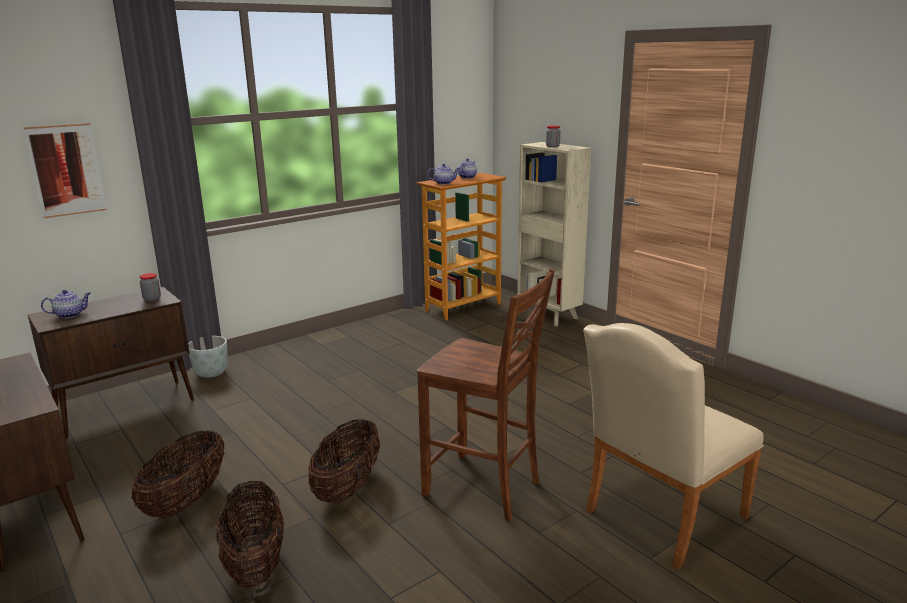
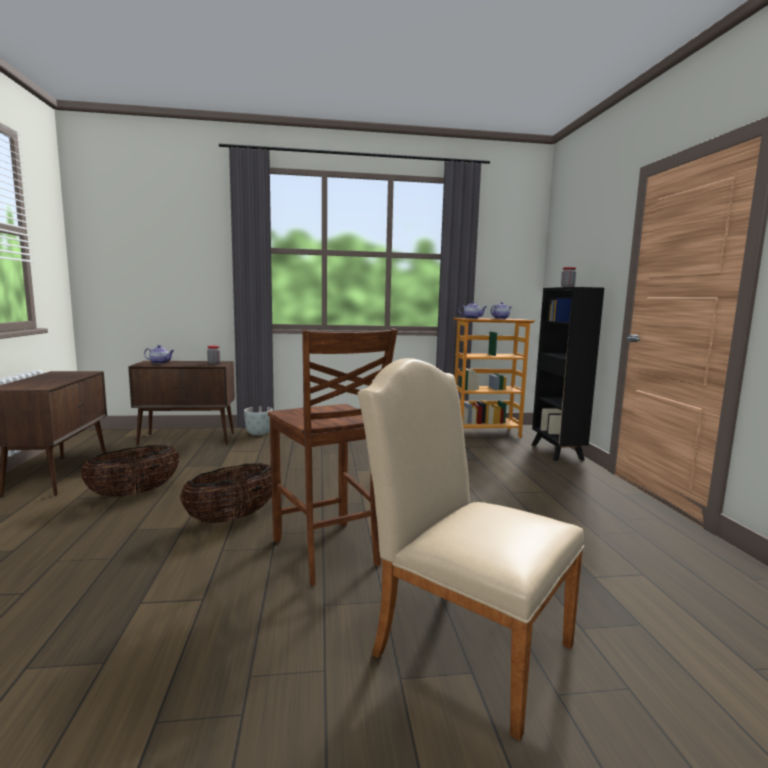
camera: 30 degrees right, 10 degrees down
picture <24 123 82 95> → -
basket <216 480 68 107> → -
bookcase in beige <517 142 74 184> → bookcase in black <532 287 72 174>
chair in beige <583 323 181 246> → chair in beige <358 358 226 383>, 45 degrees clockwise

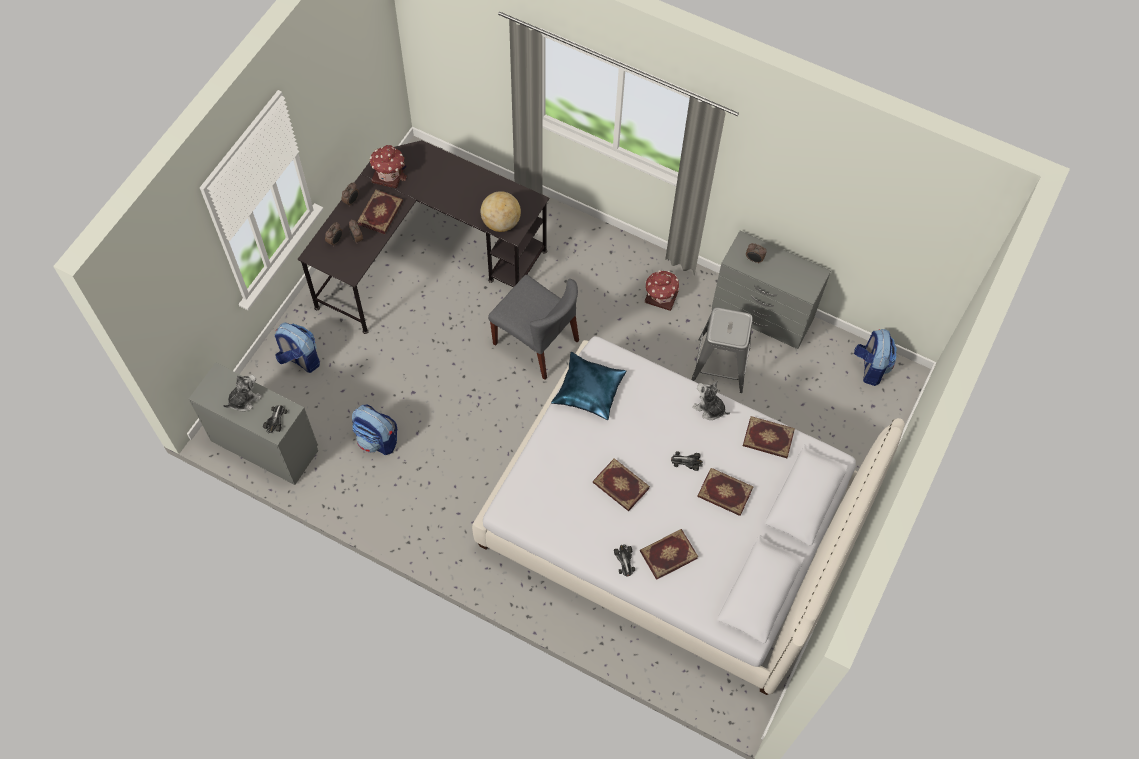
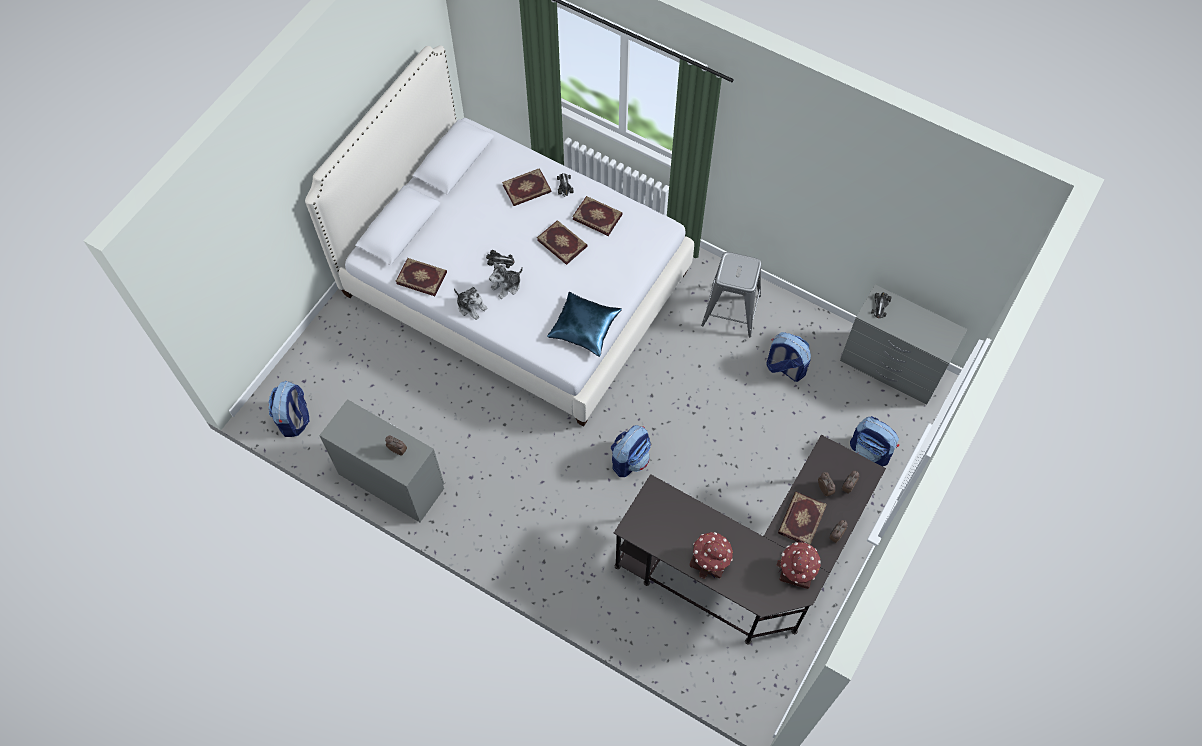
camera: 175 degrees left, 0 degrees up
plush toy <223 375 39 37> → plush toy <489 262 34 37>, shifted
globe <481 191 40 41> → -
chair in grey <488 275 91 105> → backpack <611 425 40 52>
toy house <645 270 34 41> → toy house <689 532 44 47>, shifted
stool in grey <691 307 62 86> → stool in grey <701 252 60 85>, shifted
book <697 468 56 48> → book <572 196 51 40>, shifted

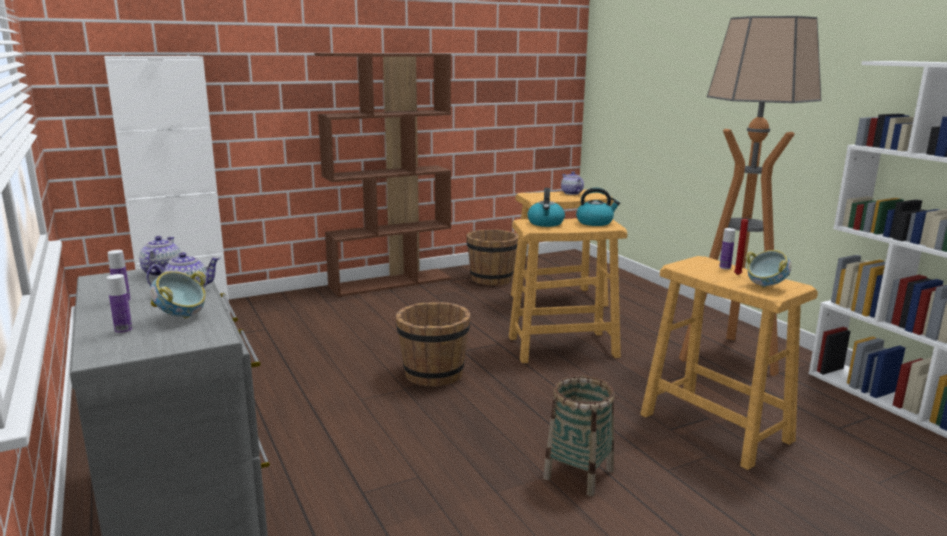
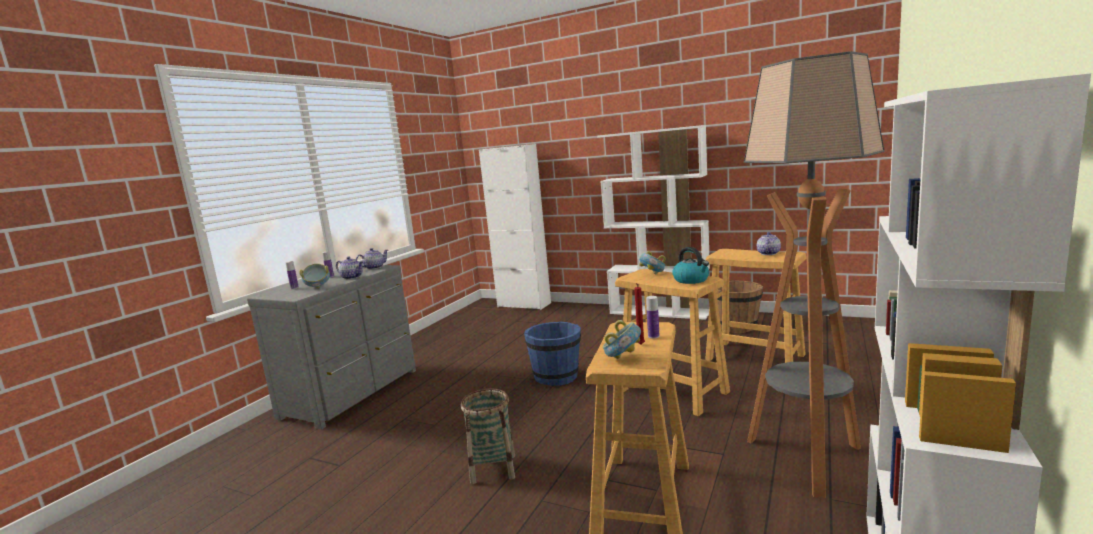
camera: 55 degrees right, 5 degrees down
bookcase in brown <314 53 137 244> → bookcase in white <597 125 113 195>
bucket in brown <396 302 75 84> → bucket in blue <524 321 57 65>
kettle <528 188 37 39> → bowl <639 251 27 23>

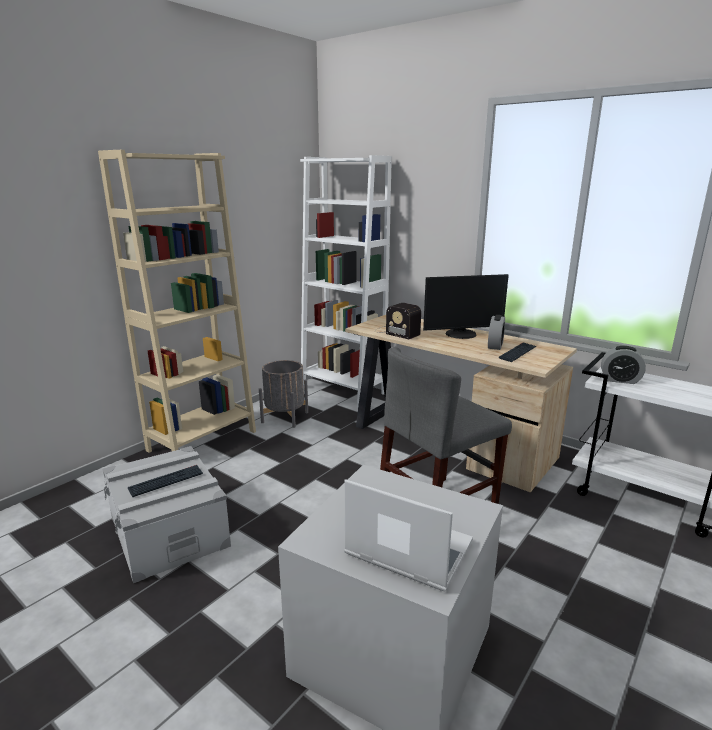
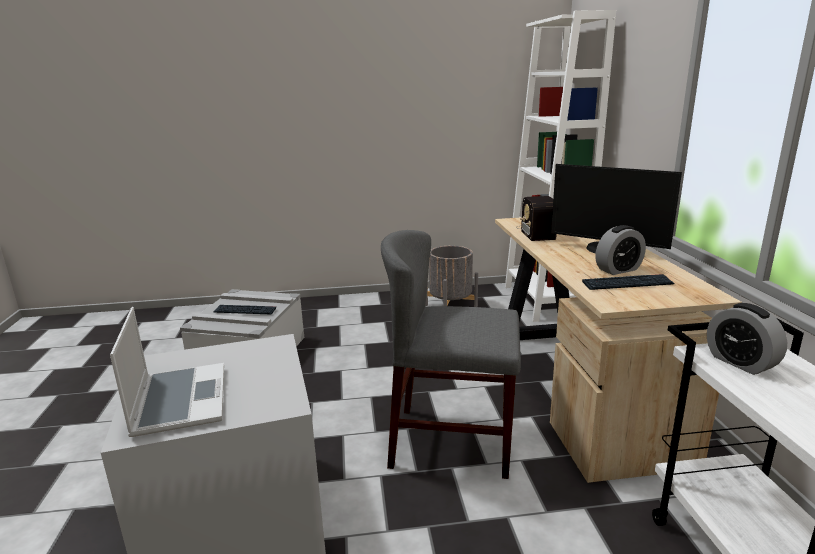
camera: 45 degrees right, 0 degrees up
bookcase in beige <98 150 158 303> → -

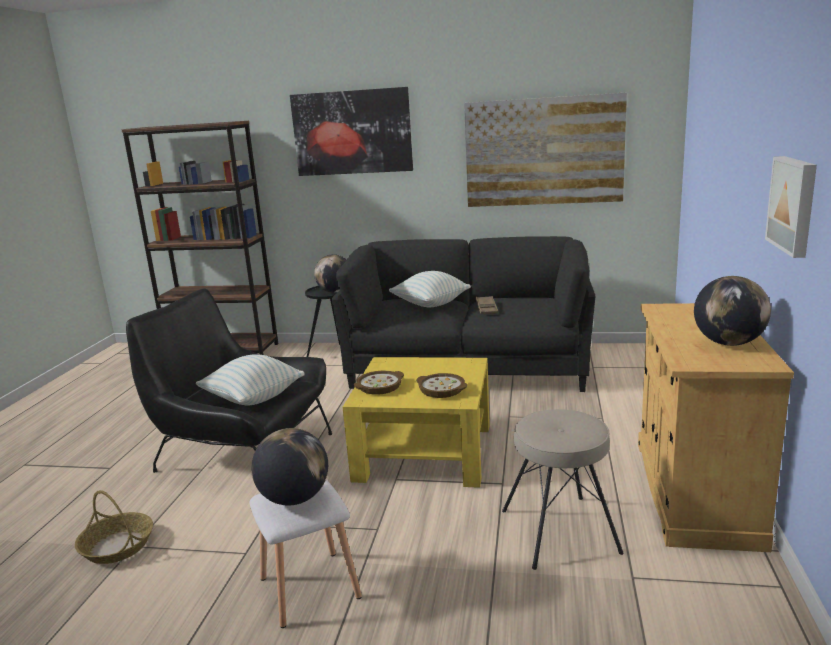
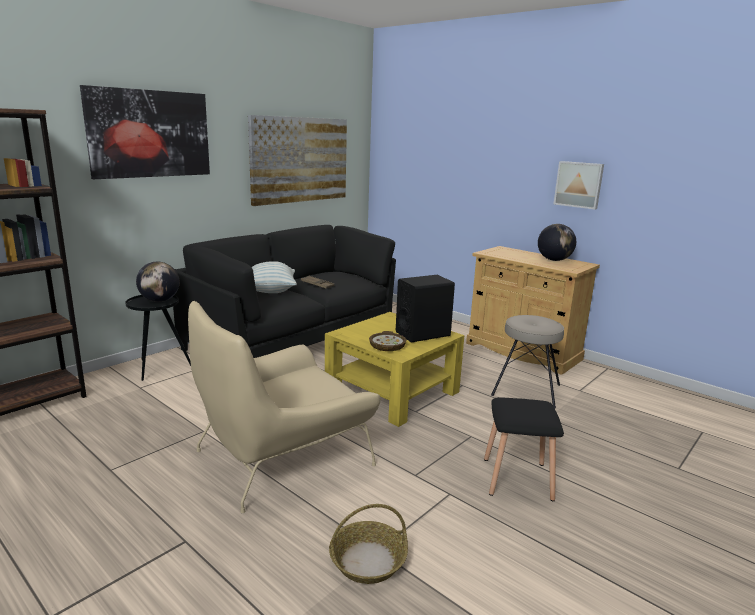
camera: 60 degrees left, 0 degrees up
armchair in black <126 288 206 185> → armchair in beige <188 301 193 212>
pillow <196 354 109 51> → -
stool in white <249 480 113 148> → stool in black <484 397 80 104>
globe <251 428 77 77> → -
bowl <416 373 52 25> → speaker in black <396 275 59 67>

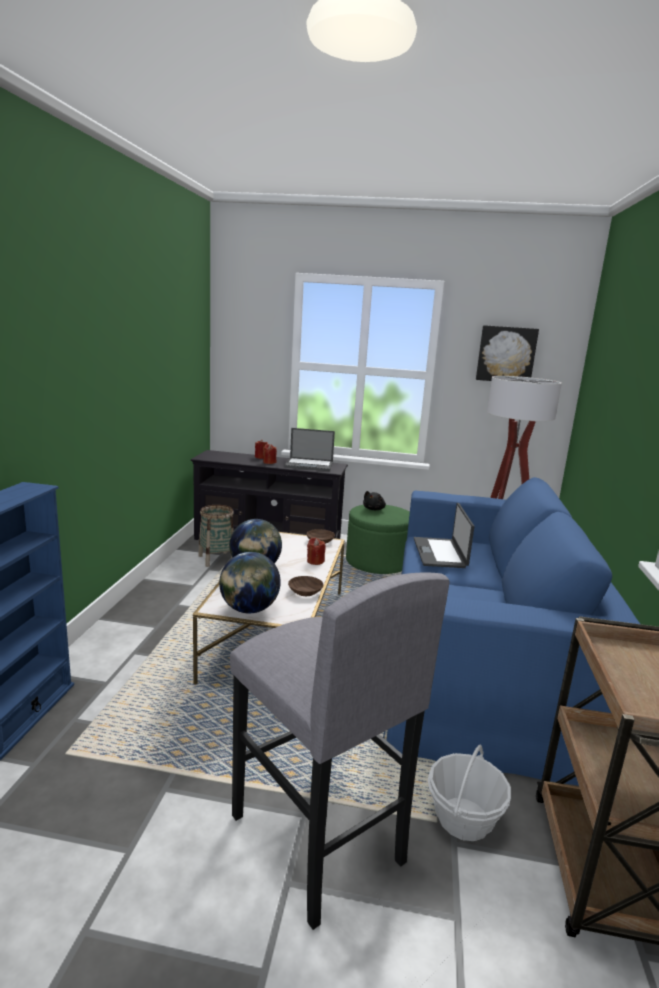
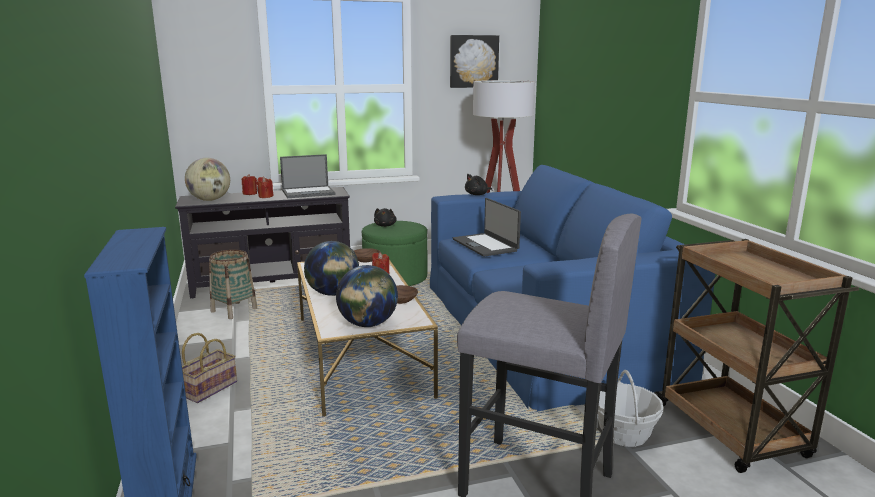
camera: 25 degrees left, 0 degrees up
- → basket <182 333 55 70>
- → globe <185 158 45 43>
- → plush toy in black <465 174 28 21>

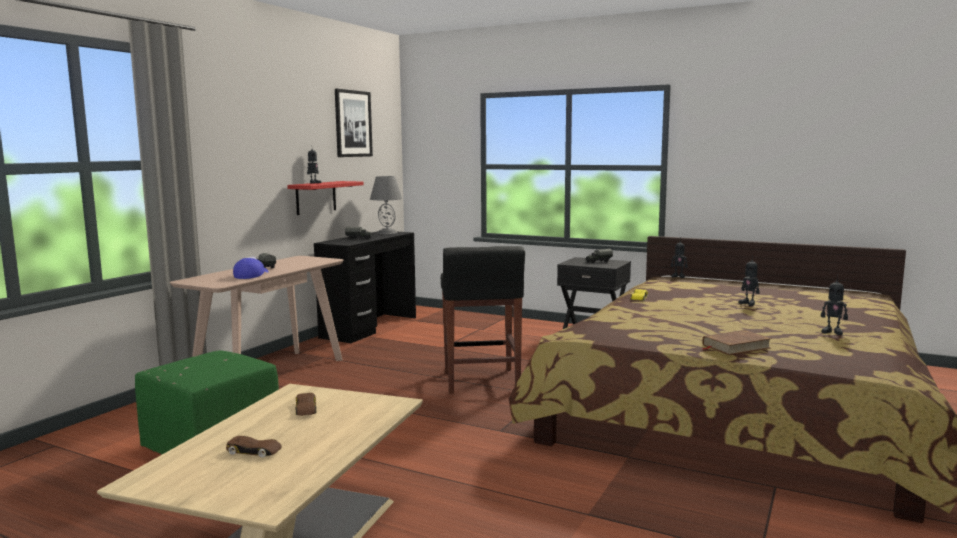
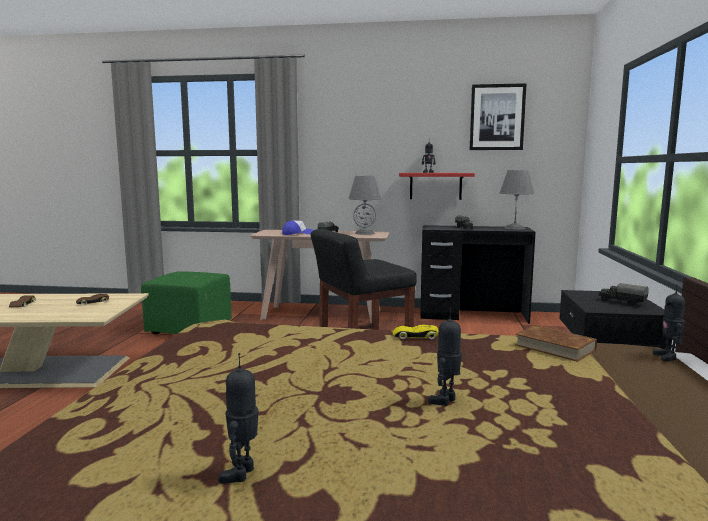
camera: 70 degrees right, 0 degrees up
book in brown <702 330 70 25> → book in brown <515 325 82 37>, shifted
- → table lamp in grey <348 176 33 59>

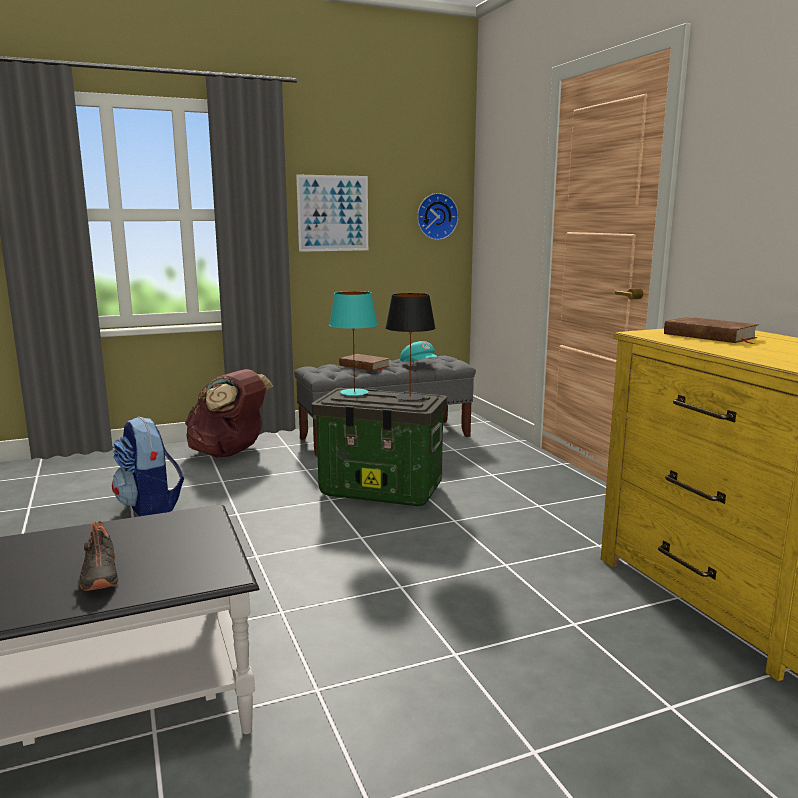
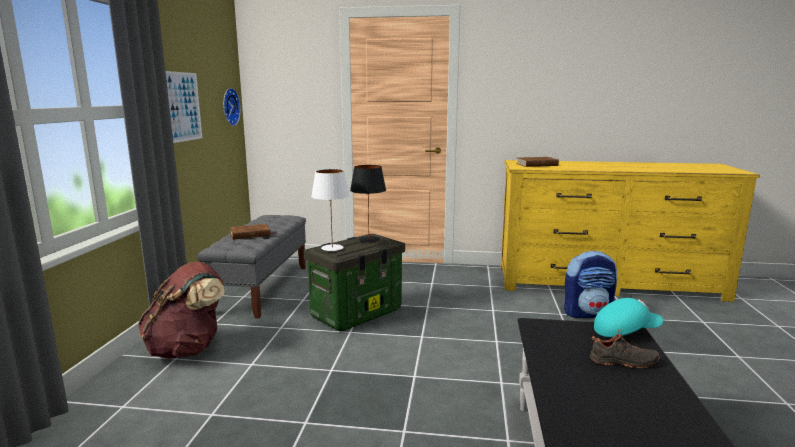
camera: 60 degrees left, 0 degrees up
backpack <112 417 72 99> → backpack <564 251 53 67>, shifted
table lamp in turquoise <329 291 49 105> → table lamp in white <311 169 39 82>
cap in turquoise <400 341 38 21> → cap in turquoise <594 298 69 39>, shifted

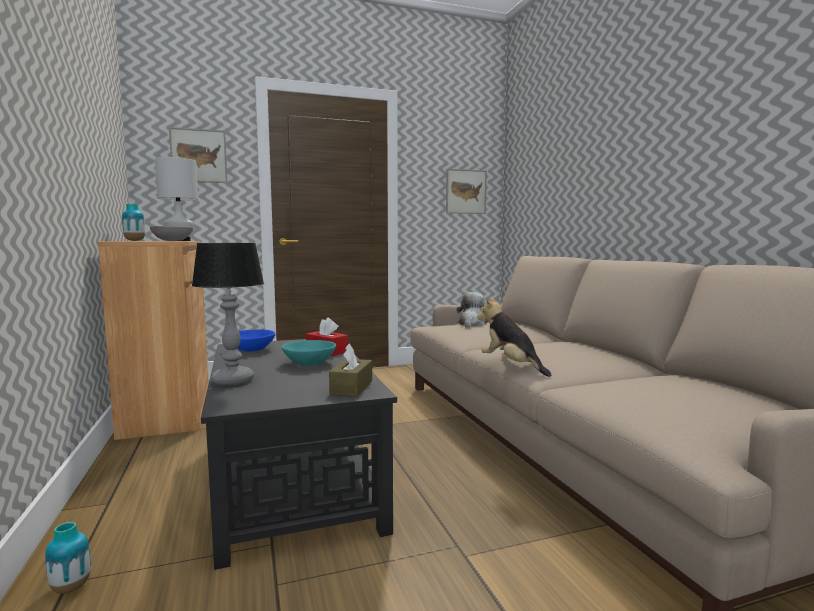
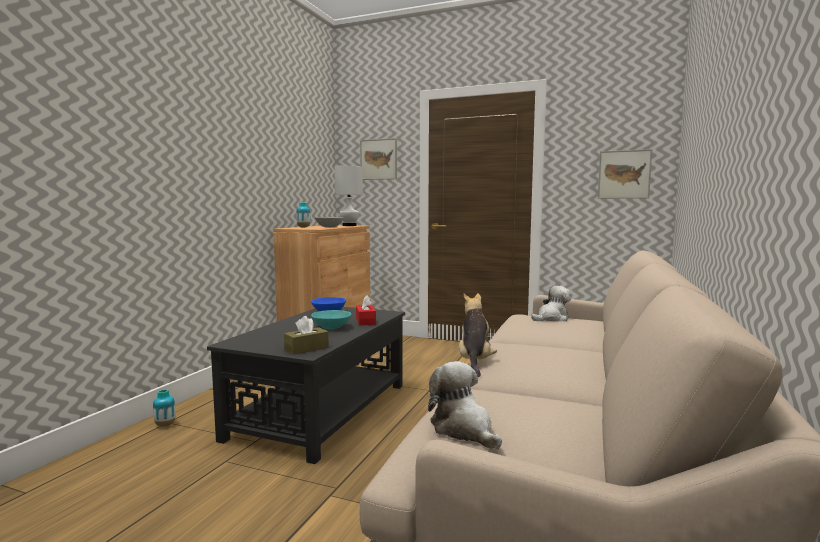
camera: 40 degrees right, 0 degrees up
table lamp <192 243 72 143> → -
- → plush toy <428 361 74 88>

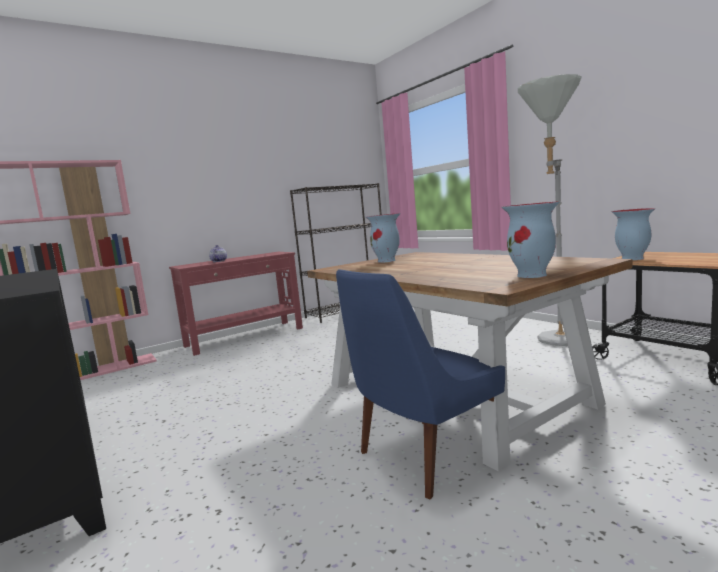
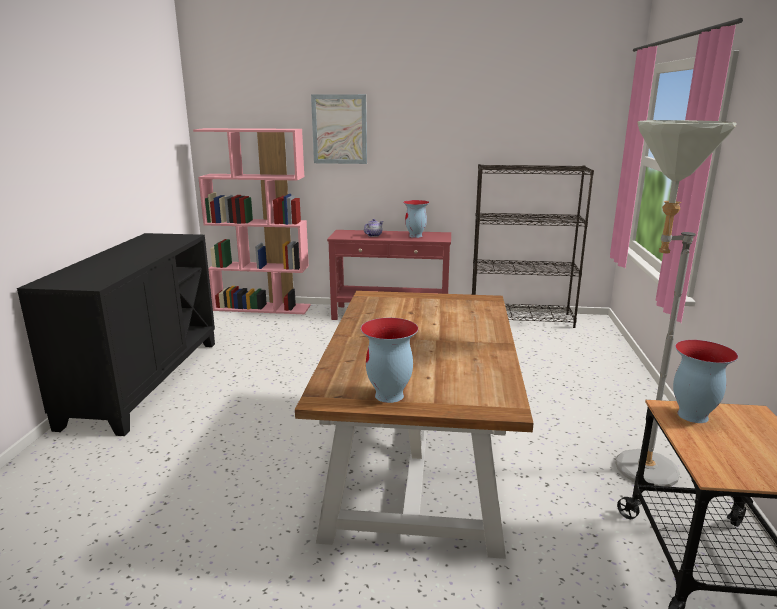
camera: 40 degrees right, 10 degrees up
chair in blue <336 269 169 230> → -
vase <366 213 34 50> → vase <403 200 26 38>, shifted
- → picture <311 94 56 70>

